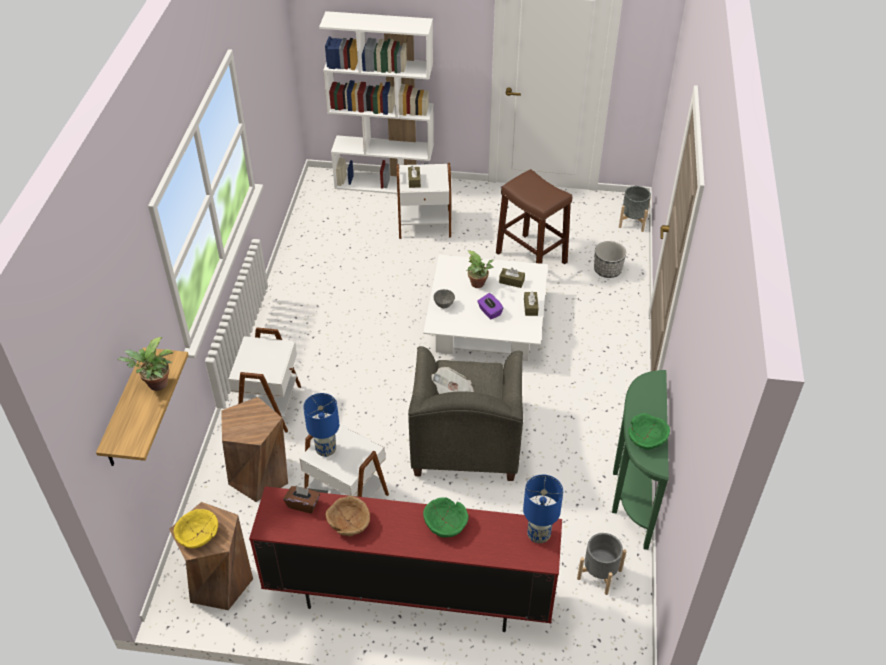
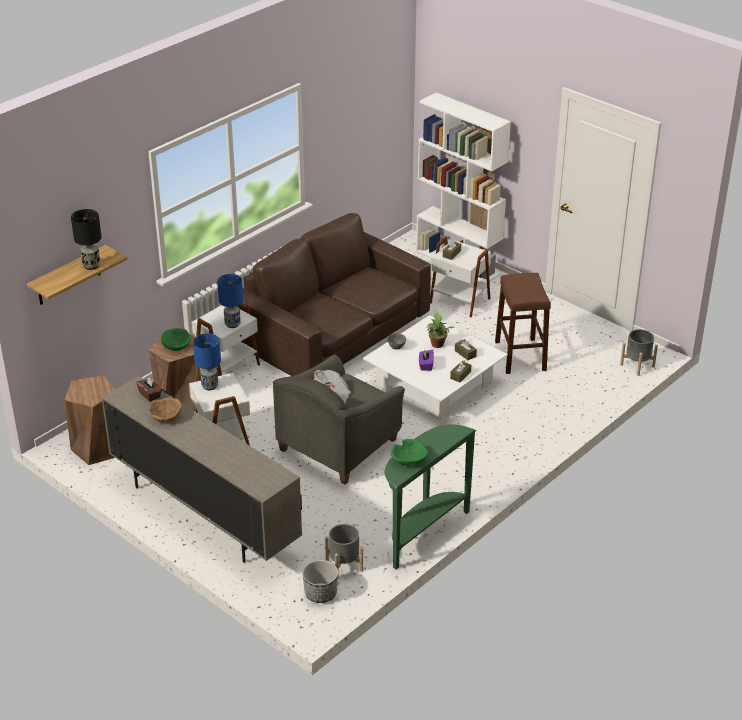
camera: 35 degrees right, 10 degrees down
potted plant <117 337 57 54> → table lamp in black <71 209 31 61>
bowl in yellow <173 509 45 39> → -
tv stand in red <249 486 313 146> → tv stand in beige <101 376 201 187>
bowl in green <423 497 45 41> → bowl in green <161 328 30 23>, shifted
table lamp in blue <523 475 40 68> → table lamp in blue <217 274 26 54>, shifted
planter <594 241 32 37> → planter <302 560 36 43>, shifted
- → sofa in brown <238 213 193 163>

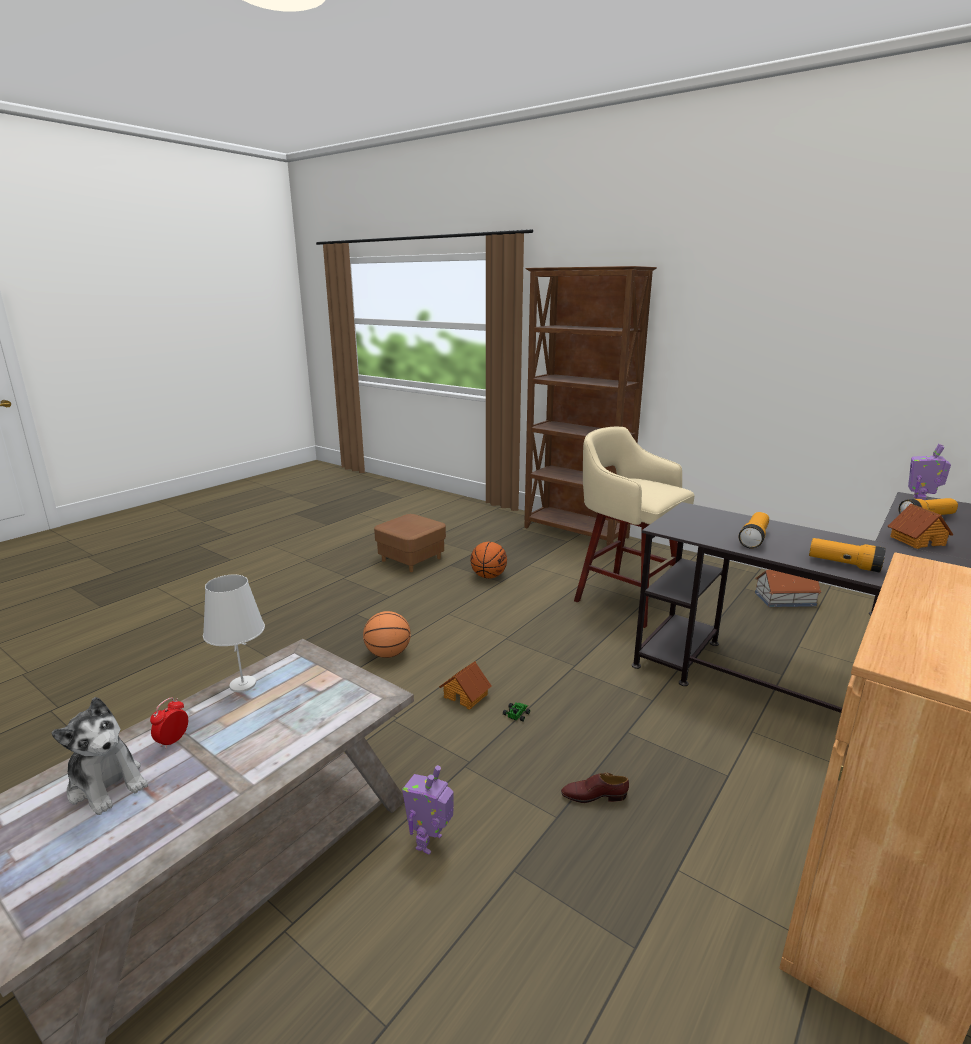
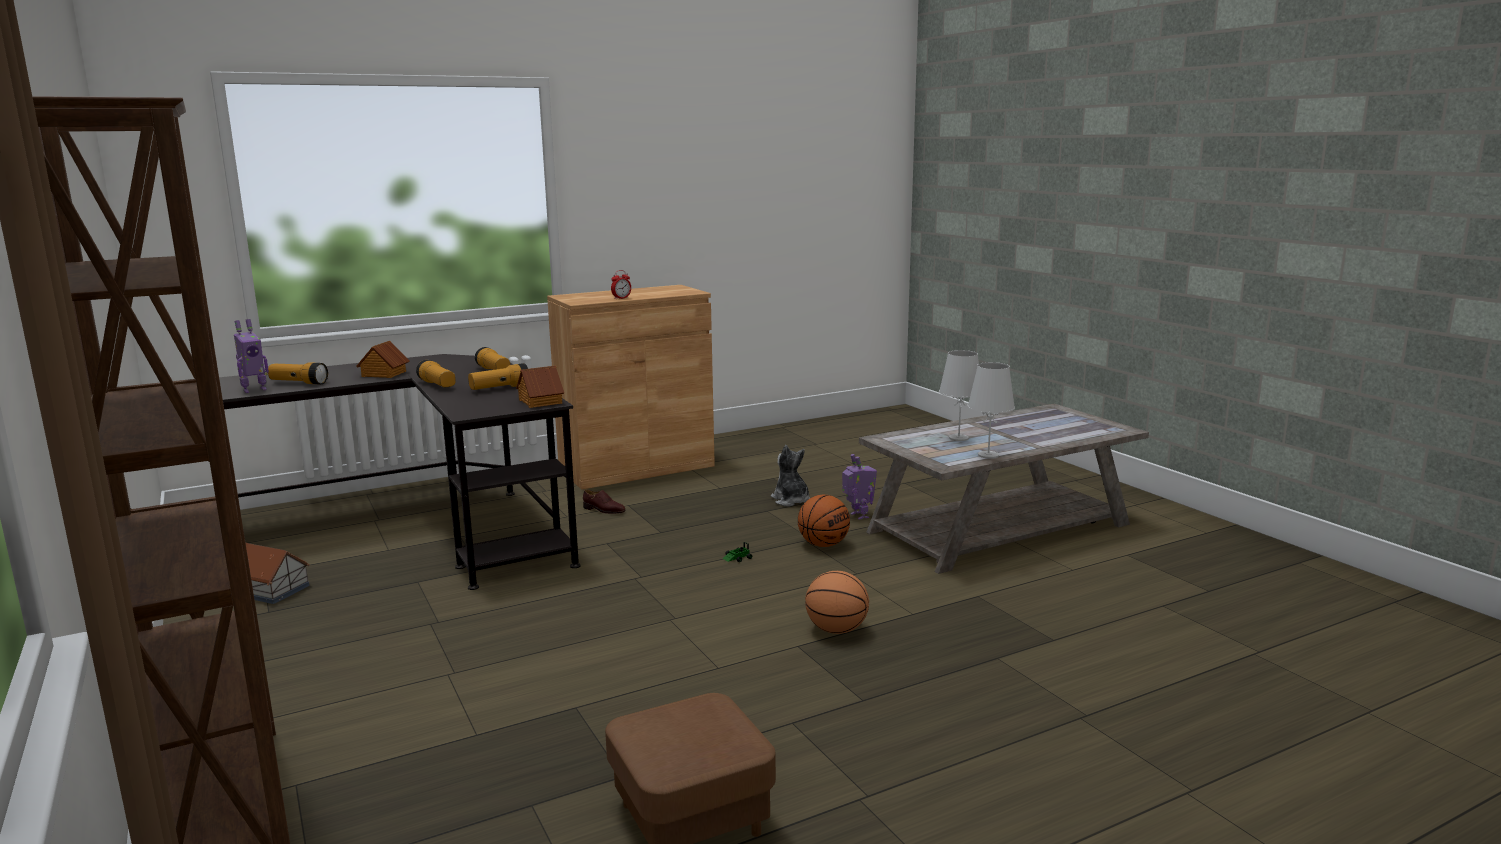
camera: 155 degrees left, 5 degrees down
plush toy <51 697 97 118> → plush toy <771 445 39 62>, shifted
alarm clock <150 697 38 52> → alarm clock <611 270 20 29>, shifted
toy robot <402 765 52 90> → toy robot <842 454 35 66>, 75 degrees counterclockwise
toy house <439 661 52 49> → toy house <516 366 48 42>, shifted
basketball <470 542 37 36> → basketball <798 495 52 52>, shifted
shoe in brown <561 773 68 30> → shoe in brown <583 489 43 25>, shifted
stool in beige <574 427 121 201> → -
- → flashlight <416 360 40 27>
- → table lamp in white <939 350 40 91>

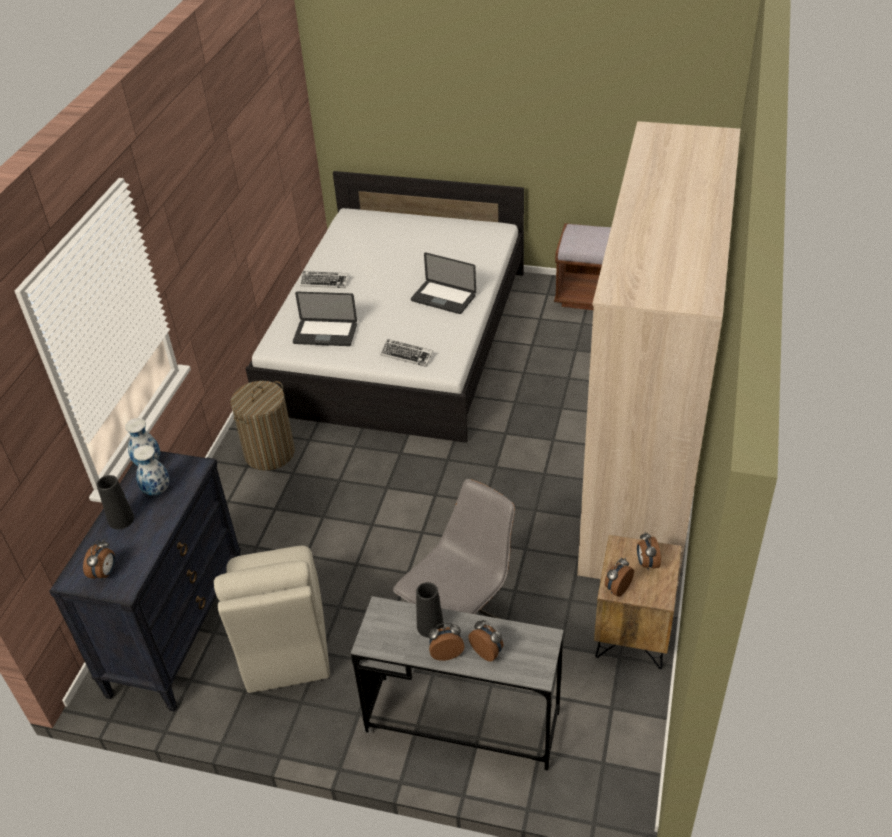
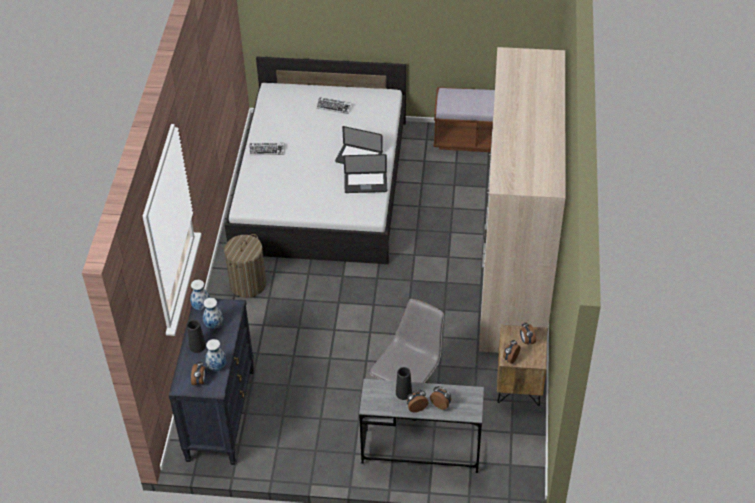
camera: 10 degrees left, 5 degrees up
chair in beige <214 546 116 147> → -
laptop <293 292 64 54> → laptop <343 154 44 39>, shifted
keyboard <380 339 53 28> → keyboard <316 97 36 17>, shifted
- → vase <205 339 21 32>

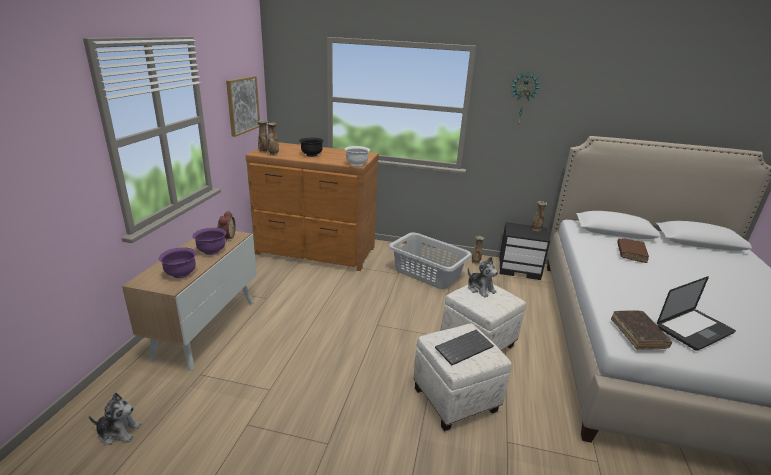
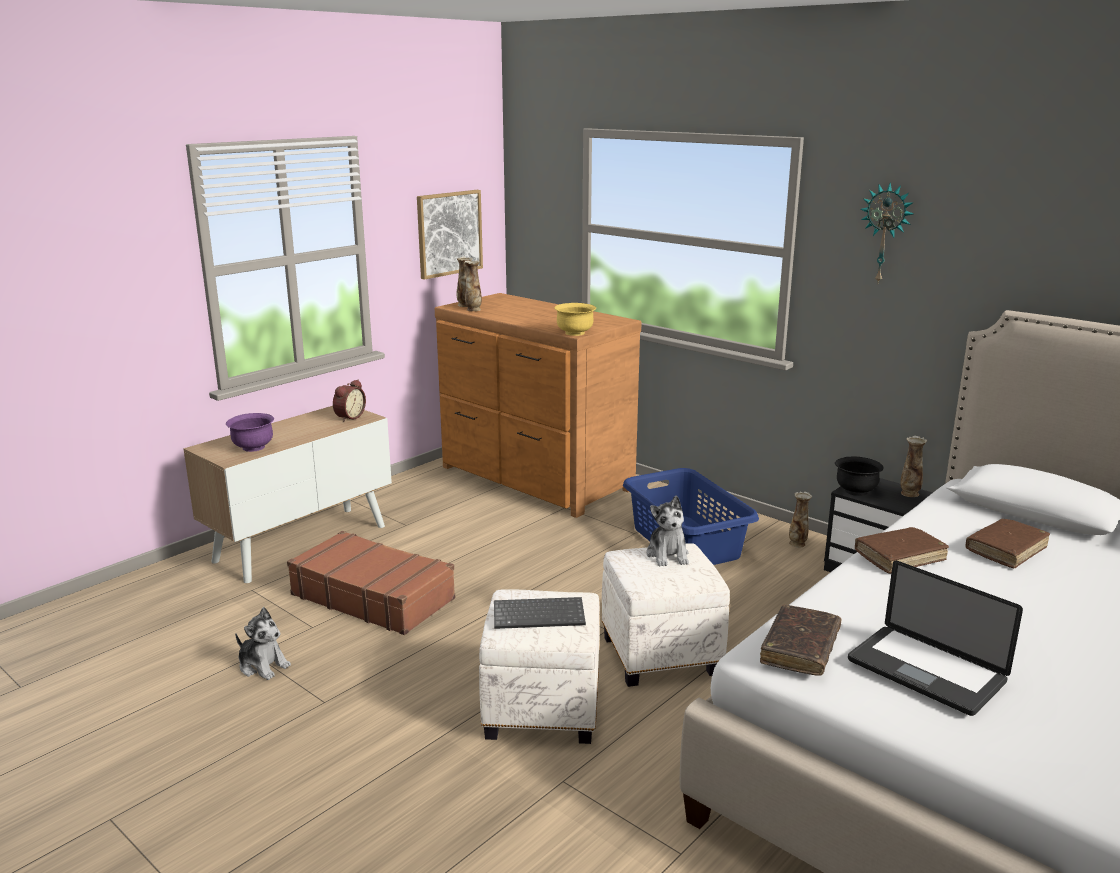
camera: 30 degrees right, 5 degrees down
plush toy <89 393 53 52> → plush toy <235 607 56 73>, shifted
bowl in purple <192 228 34 27> → -
bowl in black <299 138 25 19> → bowl in black <835 457 49 39>, shifted
bowl in white <345 146 25 20> → bowl in yellow <554 303 42 33>
laundry basket in grey <389 233 83 56> → laundry basket in blue <623 468 136 97>
laptop <657 276 79 75> → laptop <848 561 175 155>, 45 degrees clockwise
- → suitcase in brown <287 531 168 104>
- → book in brown <855 527 94 47>

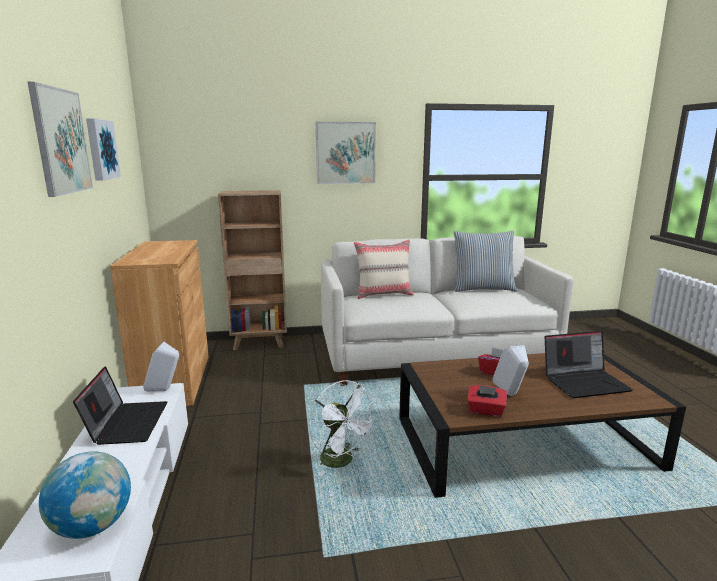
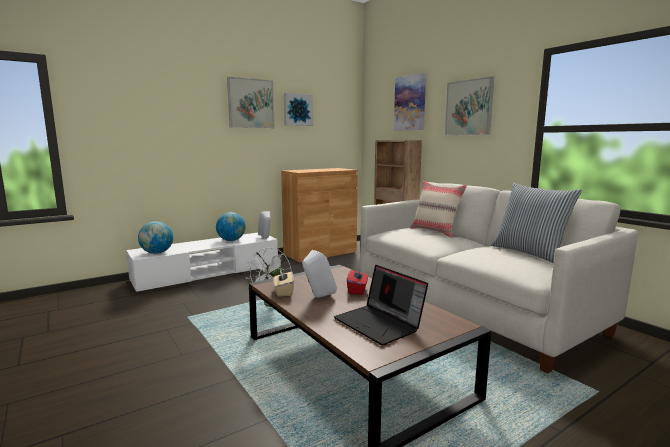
camera: 65 degrees right, 5 degrees down
laptop <73 366 94 79> → globe <216 212 30 29>
tissue box in red <467 385 40 32> → tissue box in beige <273 268 21 29>
- → picture <394 73 32 58>

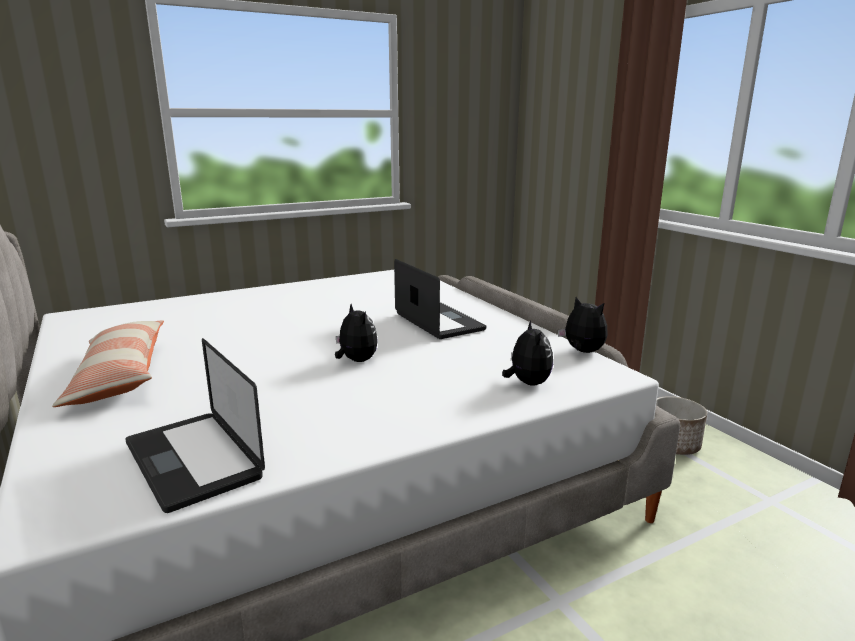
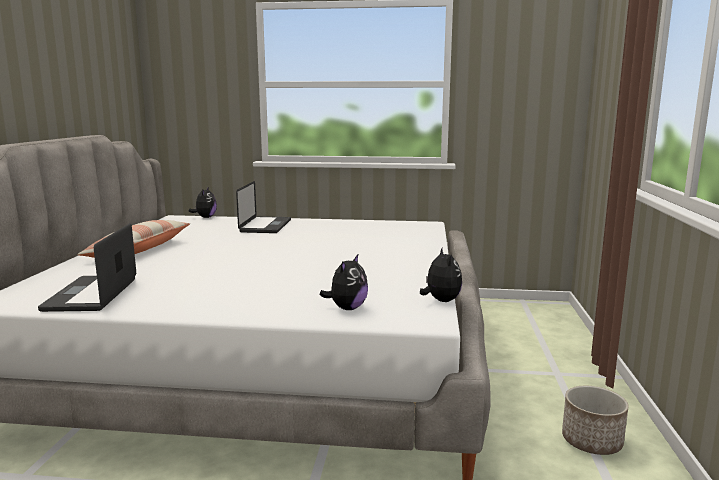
camera: 35 degrees right, 5 degrees down
plush toy <335 304 43 58> → plush toy <189 186 28 32>, shifted
laptop <394 259 92 80> → laptop <236 181 55 52>, shifted

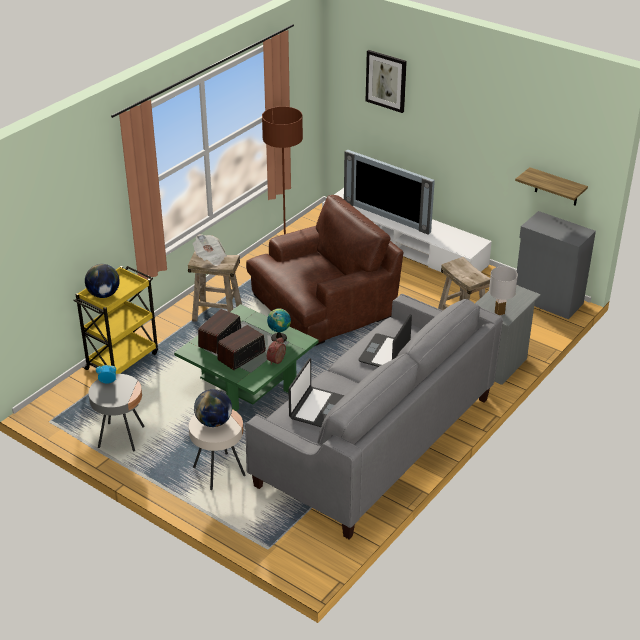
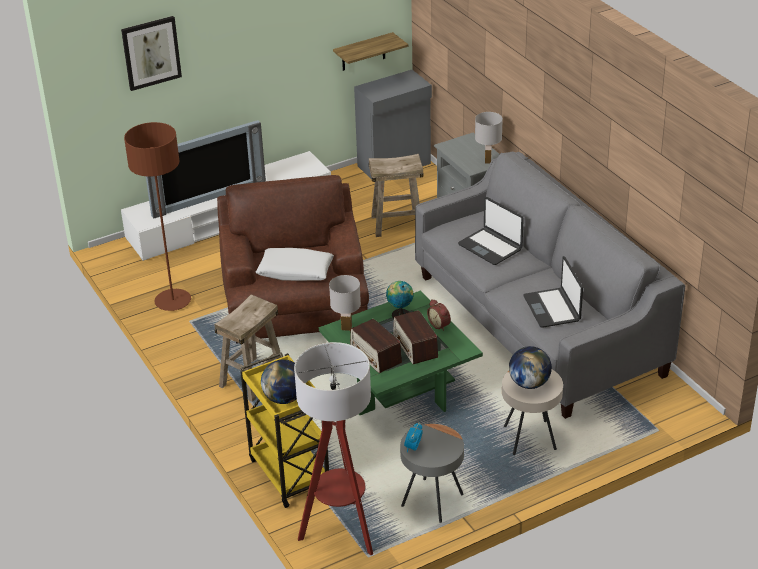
camera: 65 degrees left, 0 degrees up
newspaper <193 234 34 32> → -
laptop <288 358 56 69> → laptop <523 256 60 72>, 150 degrees counterclockwise
- → pillow in white <256 248 78 33>
- → floor lamp <294 342 79 214>
- → table lamp in white <329 275 32 56>

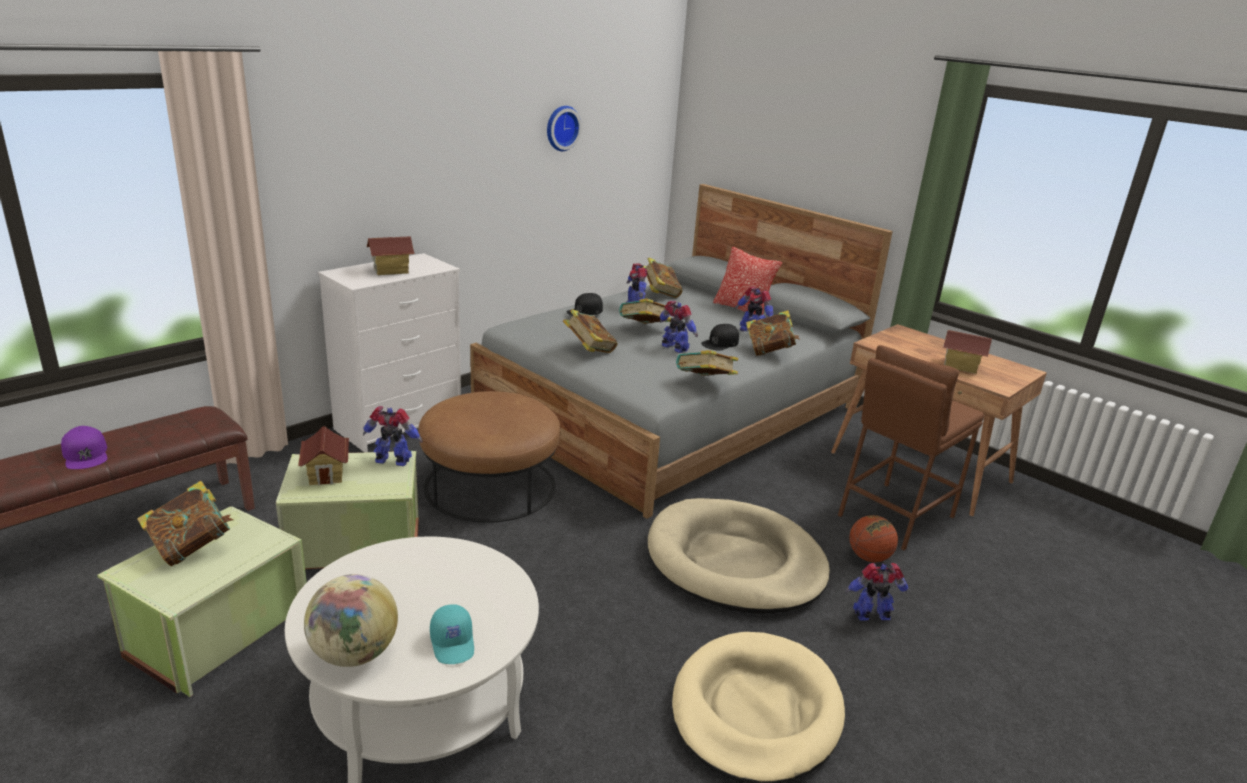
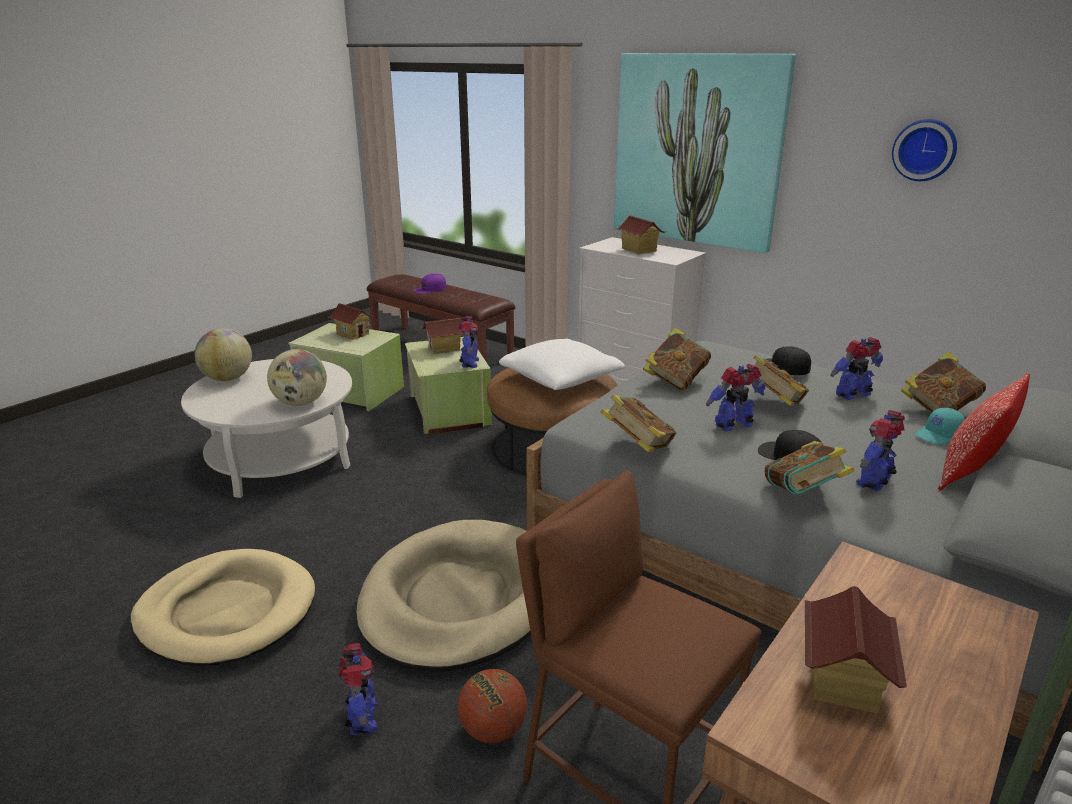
camera: 85 degrees right, 0 degrees up
book <137 481 97 85> → toy house <329 303 46 37>
cap in turquoise <430 604 44 60> → cap in turquoise <915 408 50 37>, shifted
toy robot <660 301 38 52> → toy robot <706 364 59 67>, 150 degrees counterclockwise
- → globe <267 349 60 57>
- → pillow in white <499 339 126 51>
- → picture <614 53 182 200>

